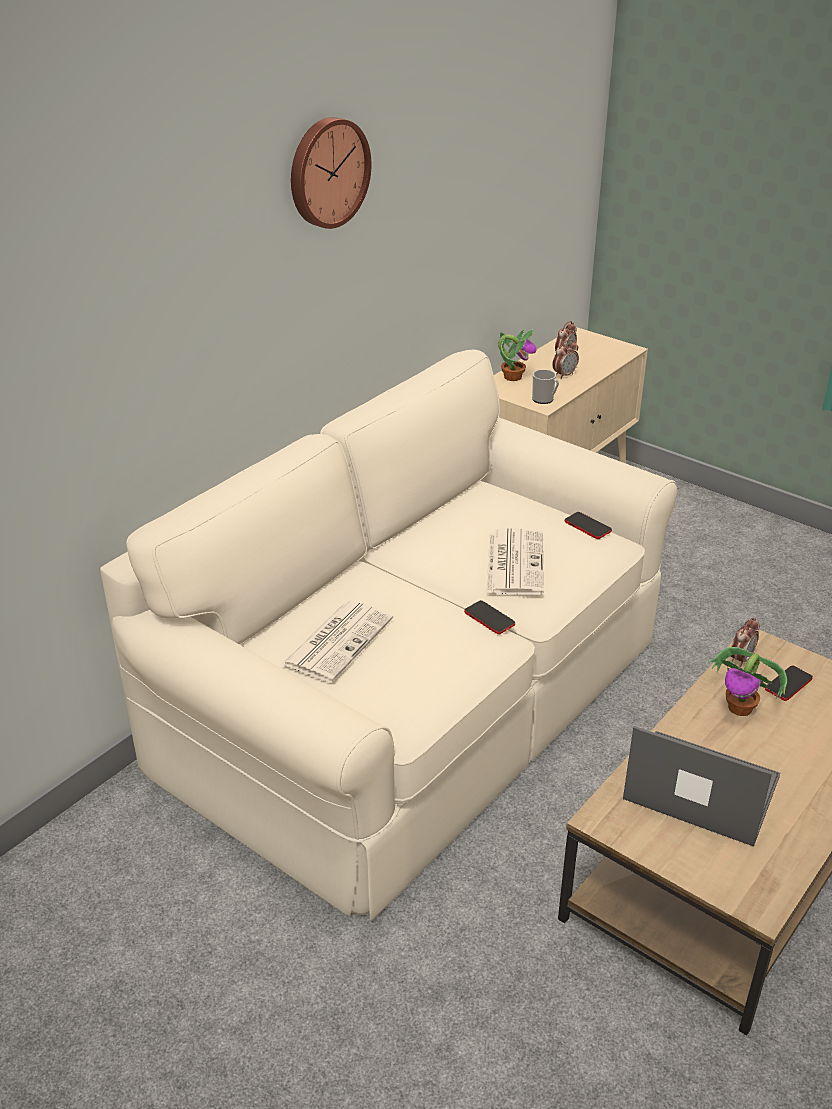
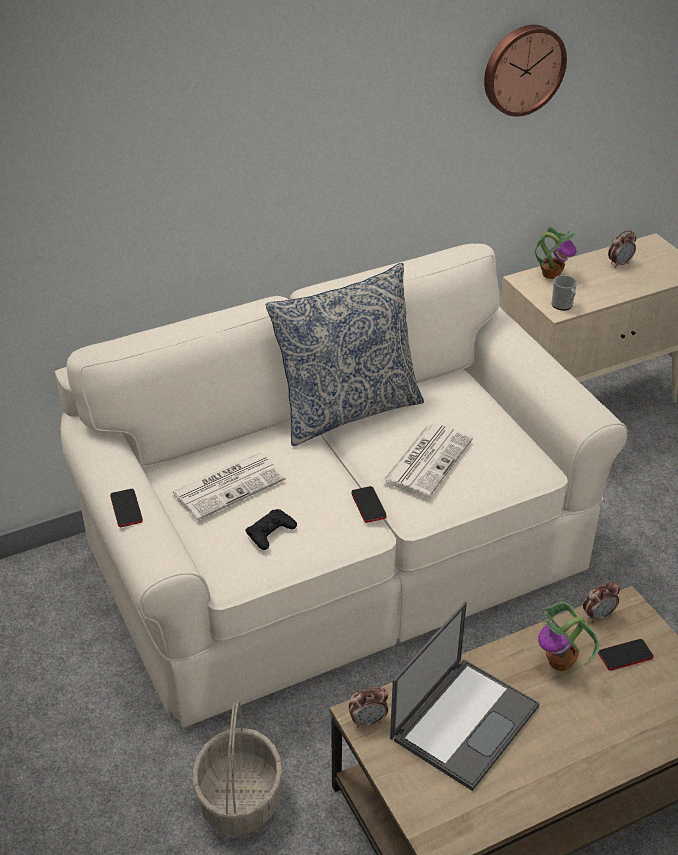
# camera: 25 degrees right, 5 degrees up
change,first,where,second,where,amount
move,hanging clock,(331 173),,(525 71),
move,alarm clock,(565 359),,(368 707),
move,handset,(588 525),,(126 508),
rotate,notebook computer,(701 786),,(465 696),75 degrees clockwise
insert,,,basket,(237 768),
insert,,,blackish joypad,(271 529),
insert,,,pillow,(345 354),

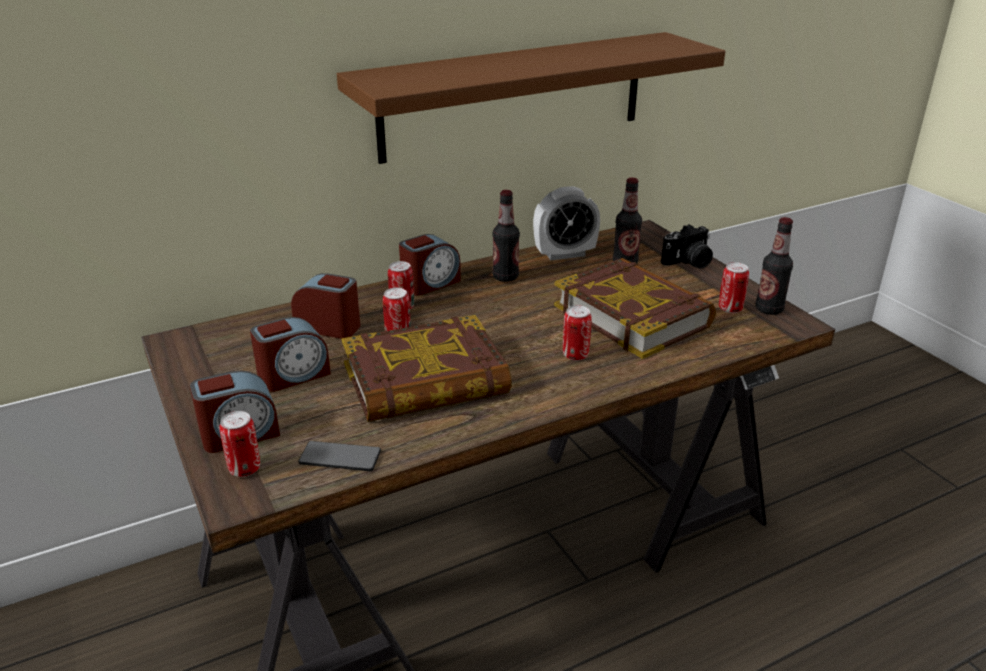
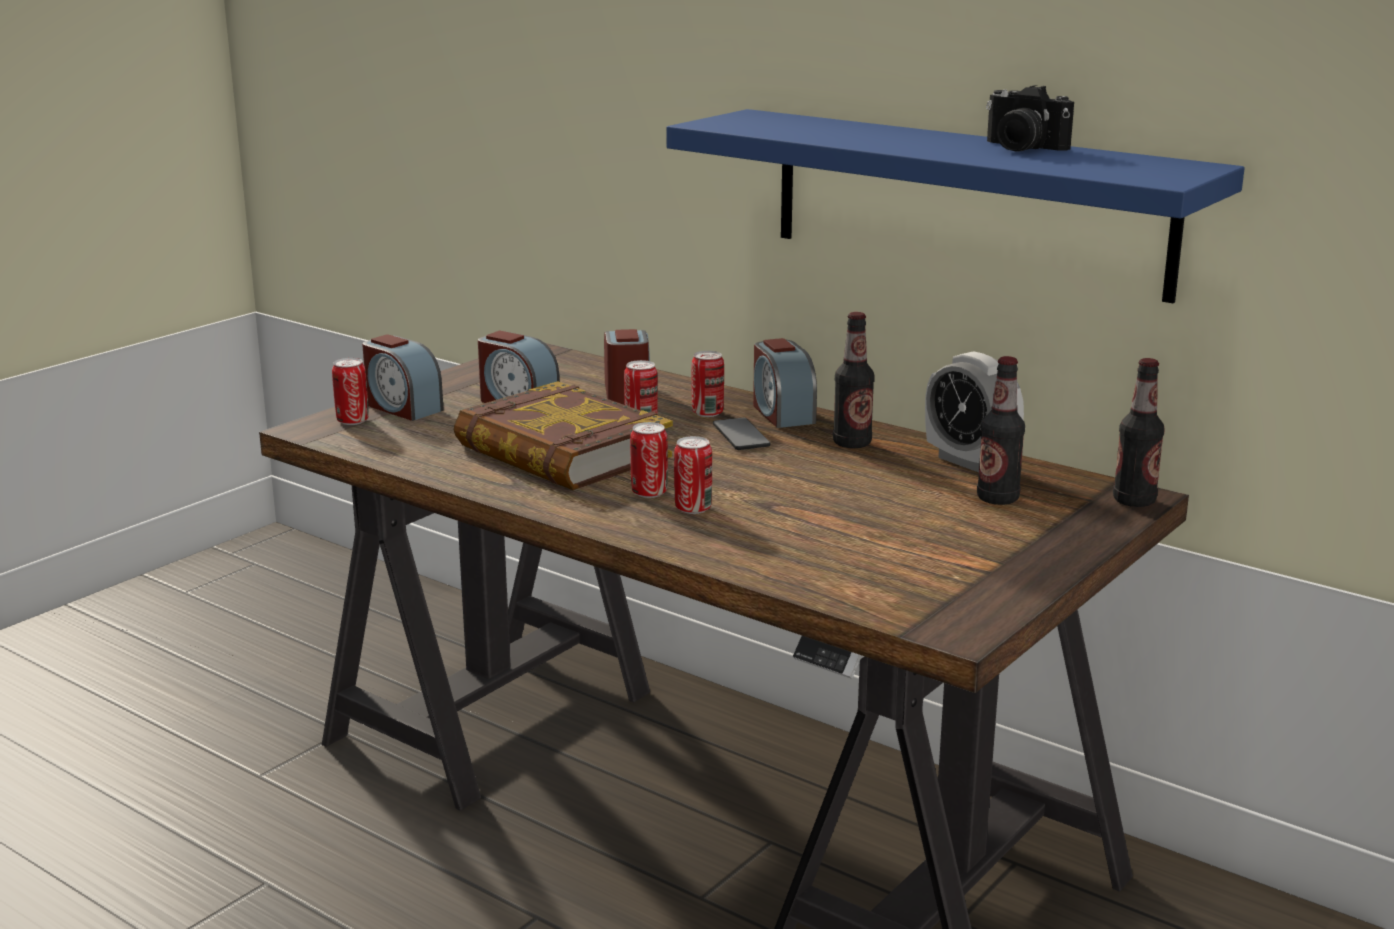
# camera: 65 degrees right, 10 degrees down
change,first,where,second,where,amount
move,handset,(339 456),,(742 434),
recolor,brownish wall shelf,(531 98),blue-coloured wall shelf,(955 206),
rotate,alarm clock,(430 265),,(785 383),45 degrees clockwise
delete,book,(635 308),,,
move,photo camera,(687 246),,(1030 118),
move,metal can,(734 287),,(649 460),
move,bottle,(774 266),,(1139 432),

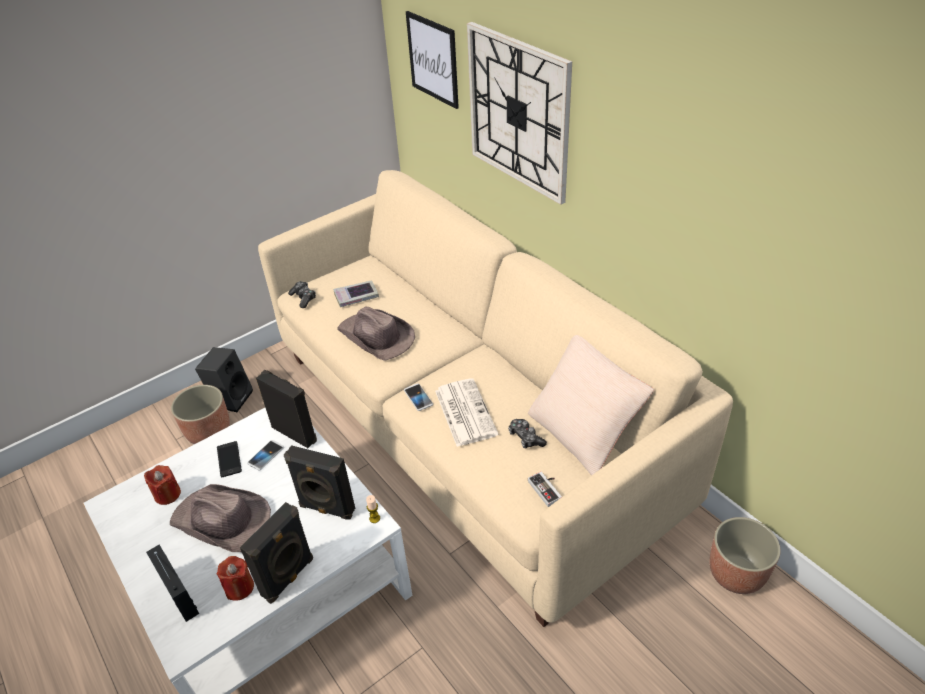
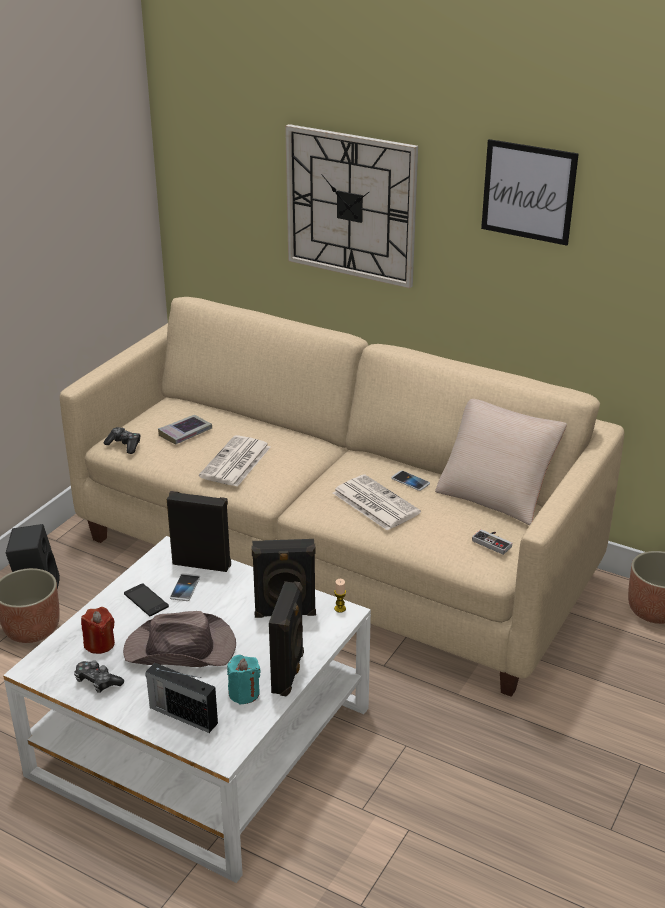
# camera: 25 degrees left, 10 degrees down
change,first,where,second,where,amount
recolor,red wax light,(235 578),blue-green wax light,(244 680),
replace,brownish clothing hat,(376 334),newspaper,(235 461),
move,handset,(418 397),,(410 480),
move,wall art,(432 60),,(530 192),
move,joypad,(527 433),,(99 676),

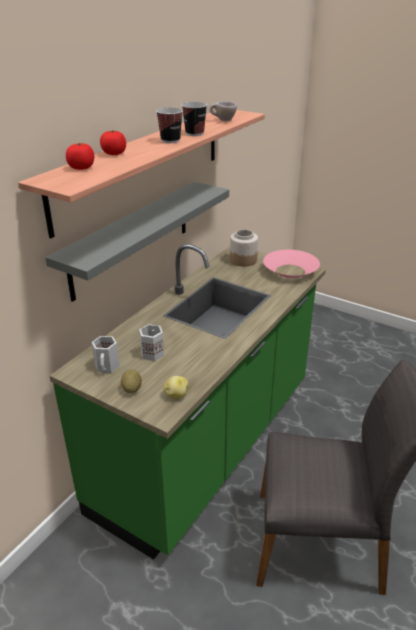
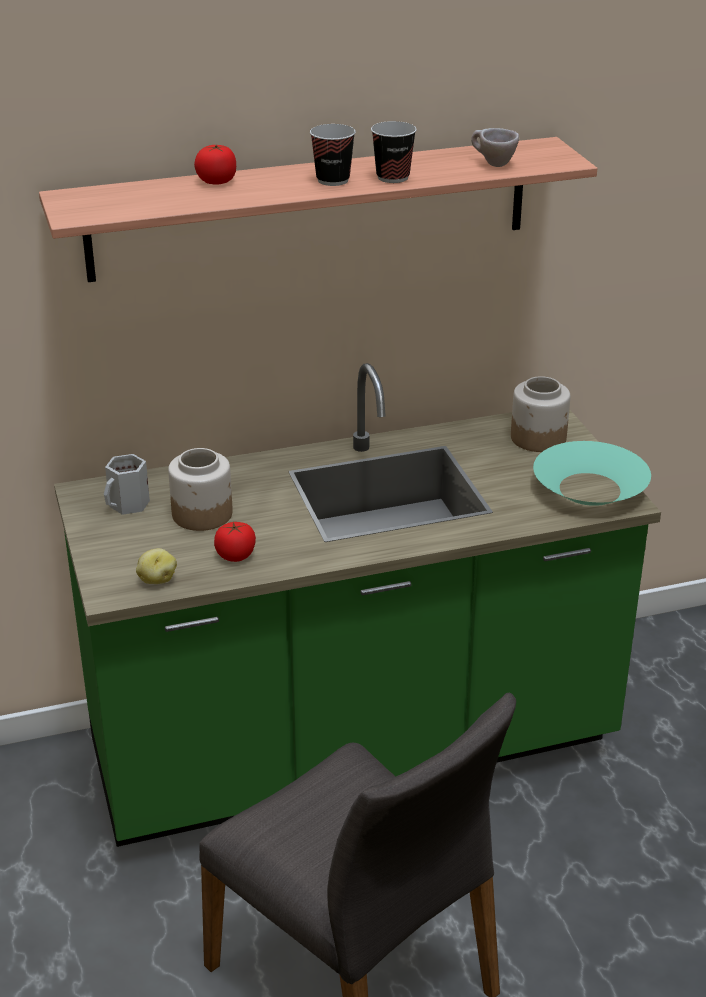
# camera: 40 degrees right, 0 degrees up
change,first,where,second,where,amount
delete,gray wall shelf,(137 242),,,
move,tomato,(80 156),,(235 542),
delete,whole potato,(131 381),,,
replace,white tea mug,(151 342),jar,(200 489),
recolor,pink-coloured serving bowl,(291 264),blue-green serving bowl,(592 473),

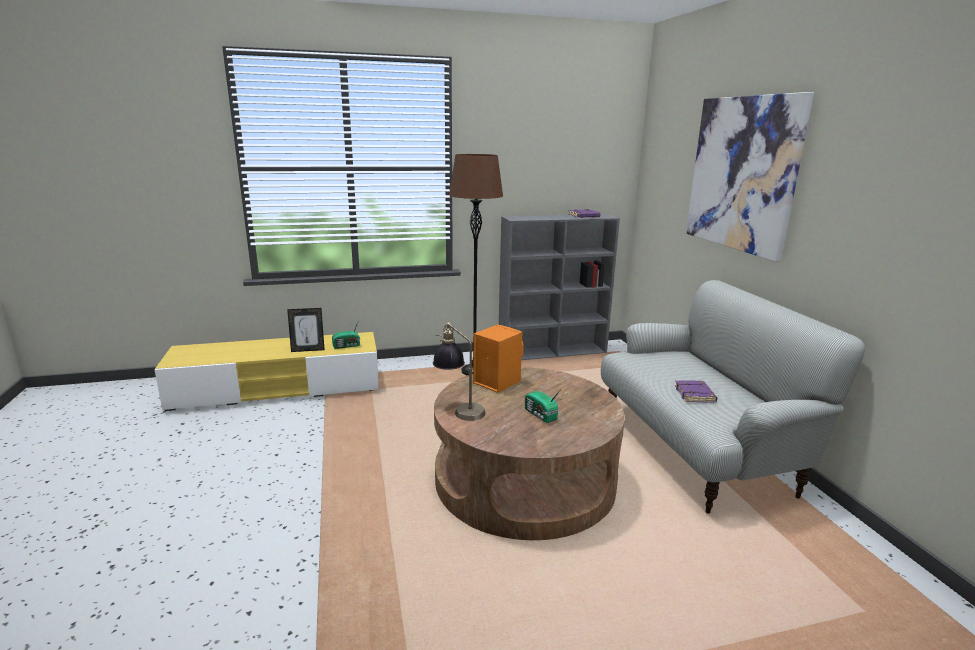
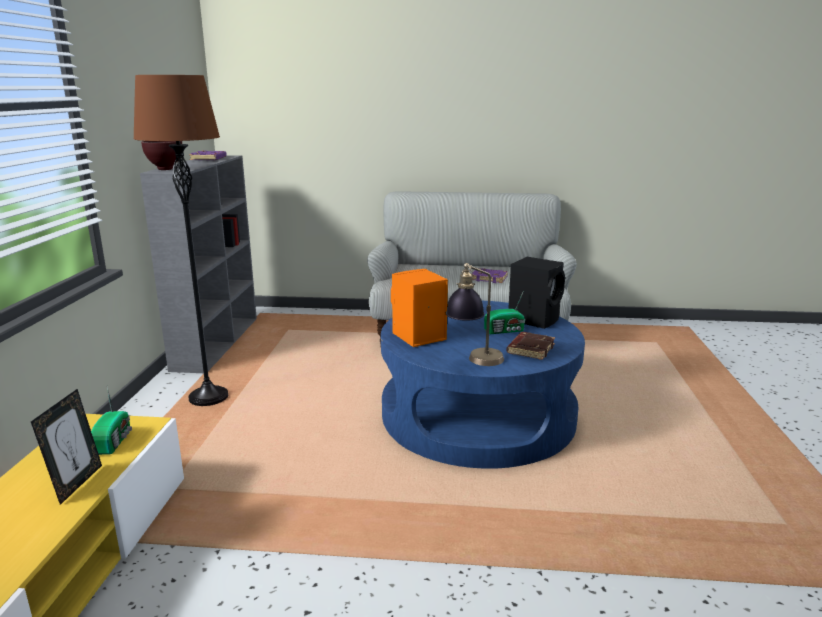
# camera: 70 degrees left, 0 degrees up
change,first,where,second,where,amount
recolor,brownish low table,(529 453),blue-coloured low table,(483 385),
delete,wall art,(750 177),,,
insert,,,brownish serving bowl,(161 155),
insert,,,brownish book,(531 346),
insert,,,blackish speaker,(536 293),

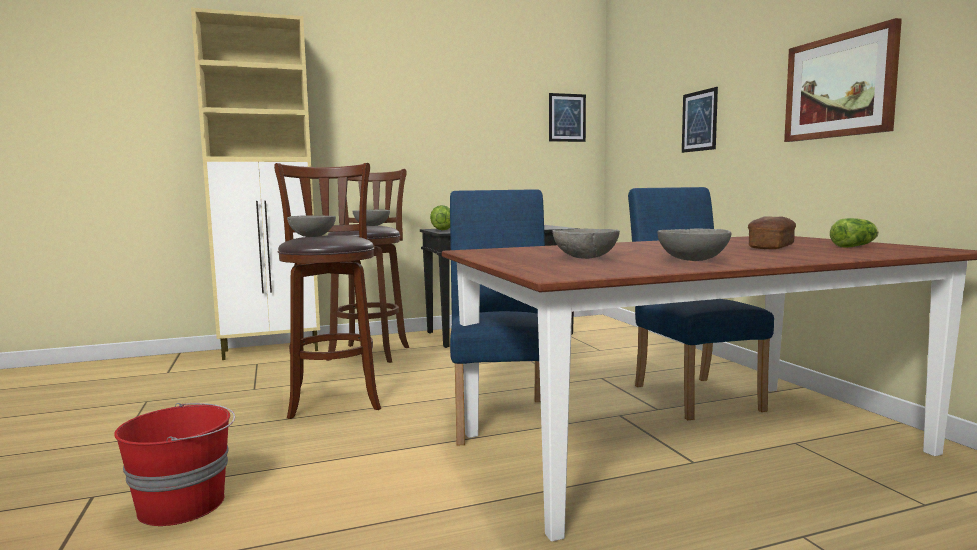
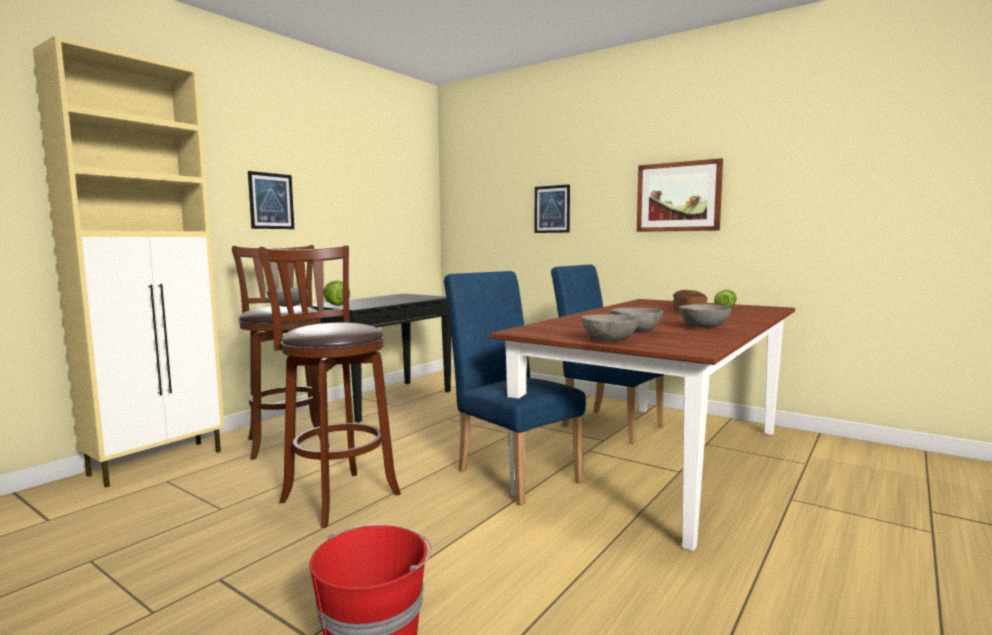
# camera: 35 degrees left, 0 degrees up
change,first,where,second,where,amount
move,gray serving bowl,(311 226),,(610 328),
move,wall art,(567 117),,(271 200),

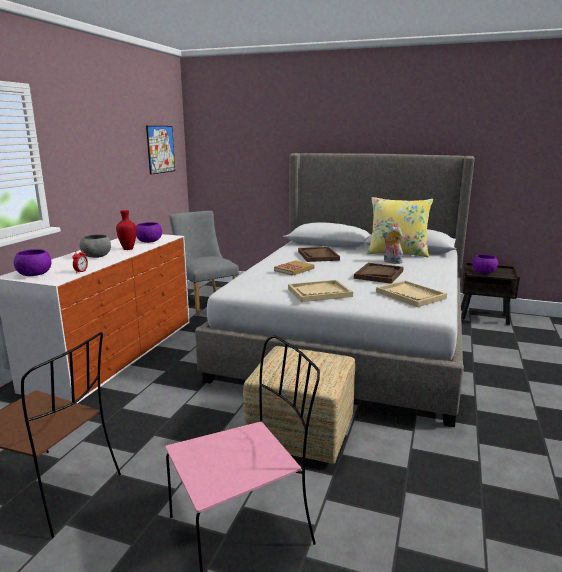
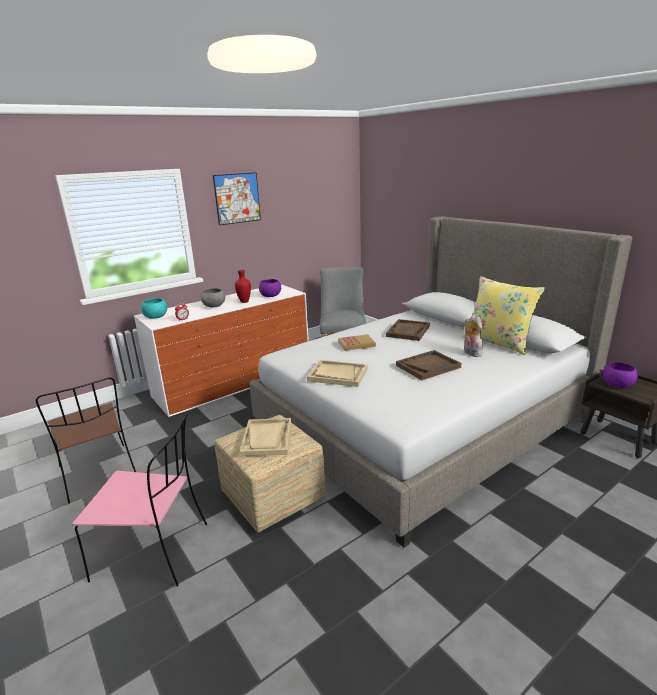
# camera: 35 degrees right, 5 degrees up
change,first,where,second,where,amount
recolor,purple-coloured serving bowl,(32 262),blue-green serving bowl,(154 308),
move,wall art,(160 150),,(237 198),
move,beige serving tray,(411 293),,(265 437),

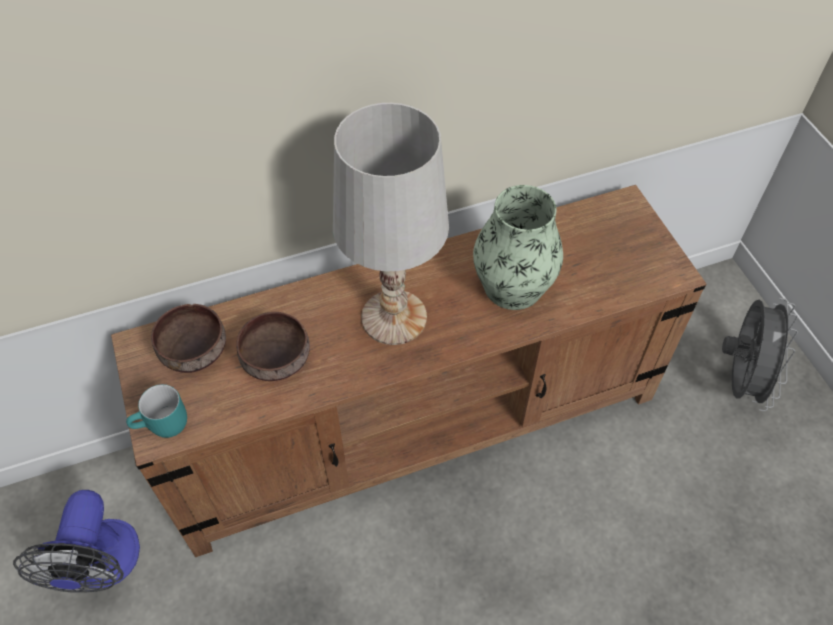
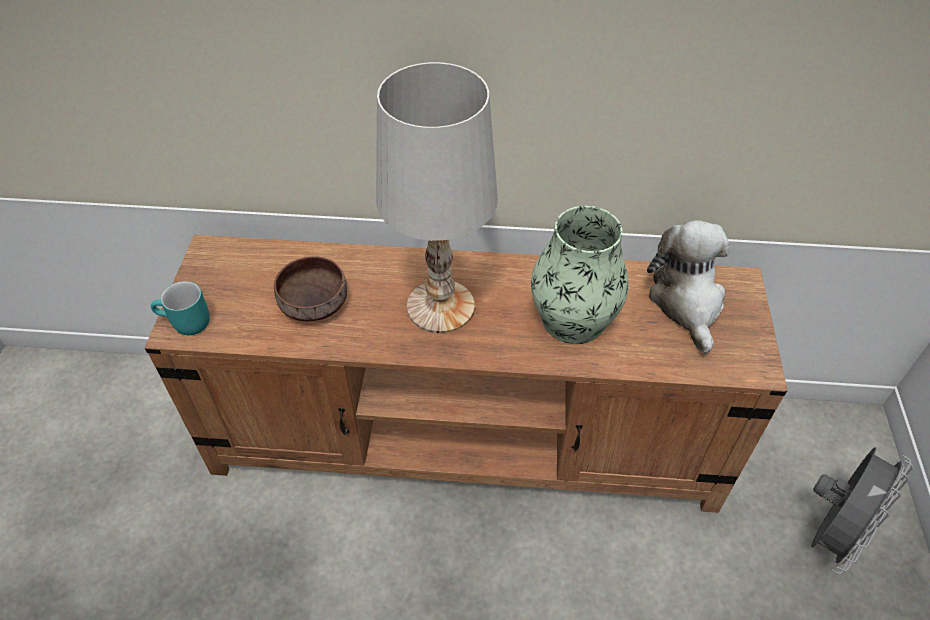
# camera: 25 degrees right, 5 degrees down
change,first,where,second,where,amount
delete,electric fan,(76 541),,,
delete,brownish serving bowl,(188 338),,,
insert,,,cuddly toy,(688 287),

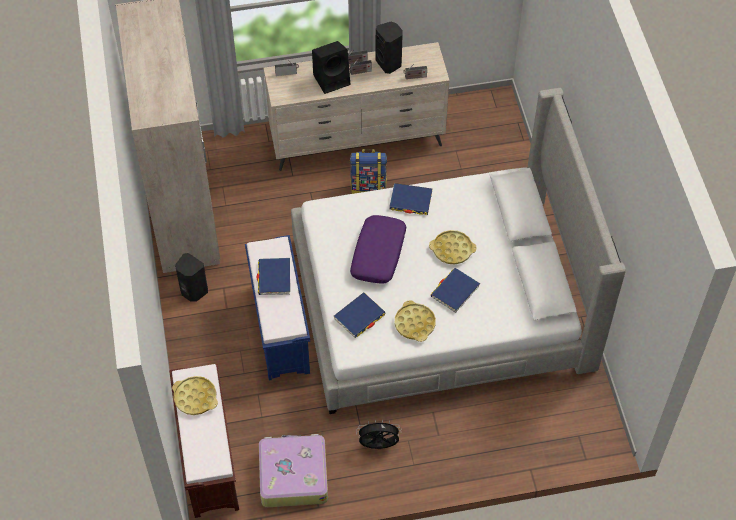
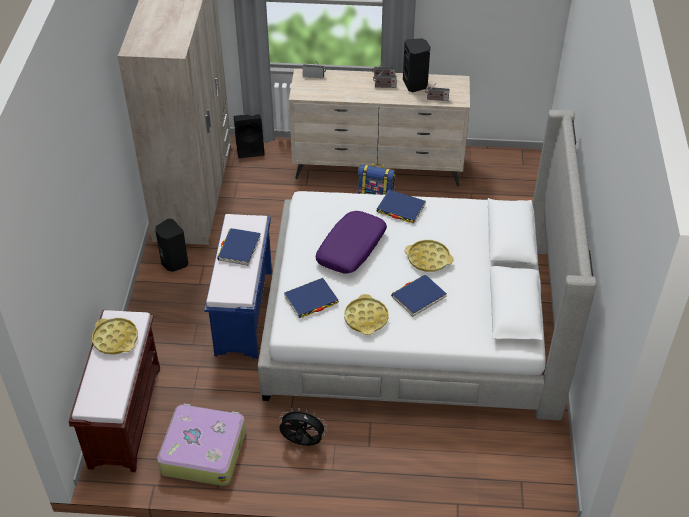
# camera: 15 degrees right, 10 degrees down
change,first,where,second,where,amount
move,blackish speaker,(331 67),,(249 136),

